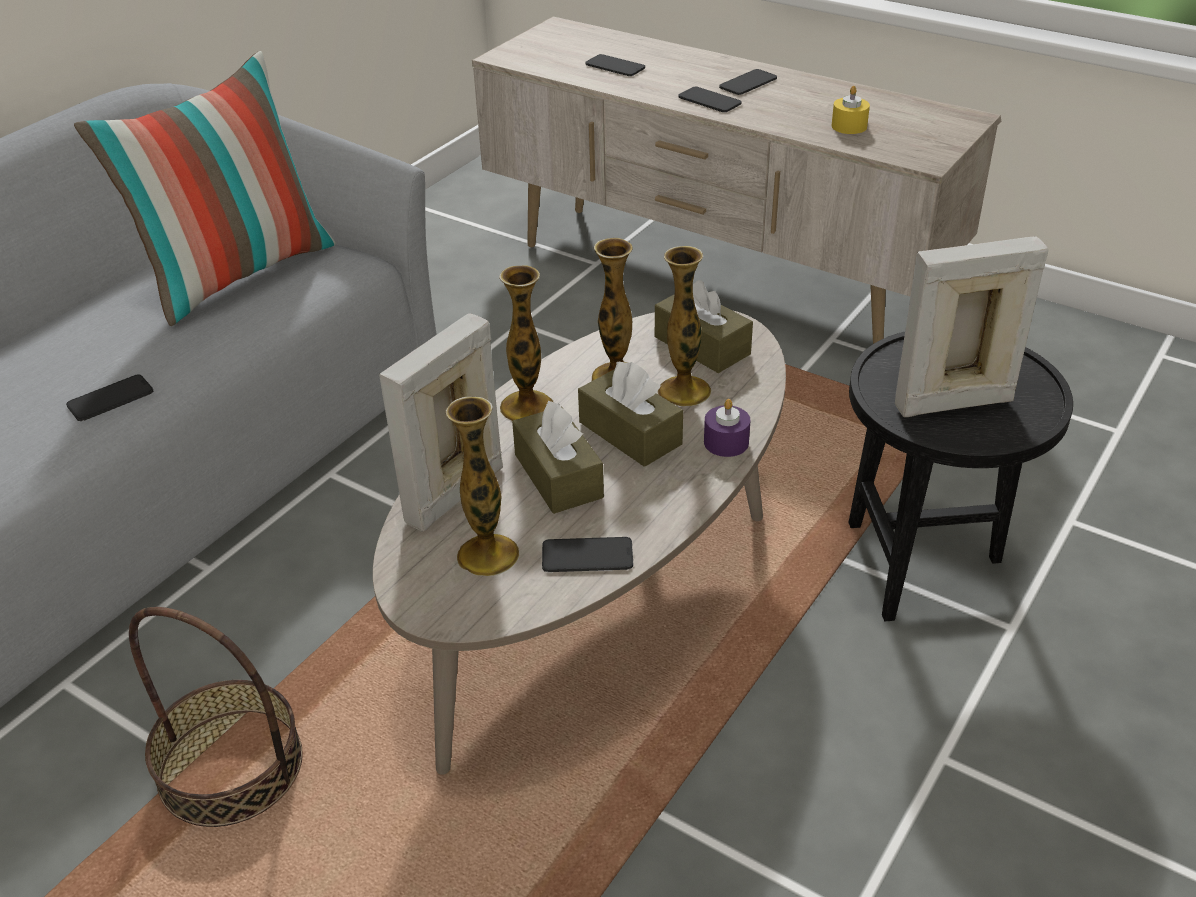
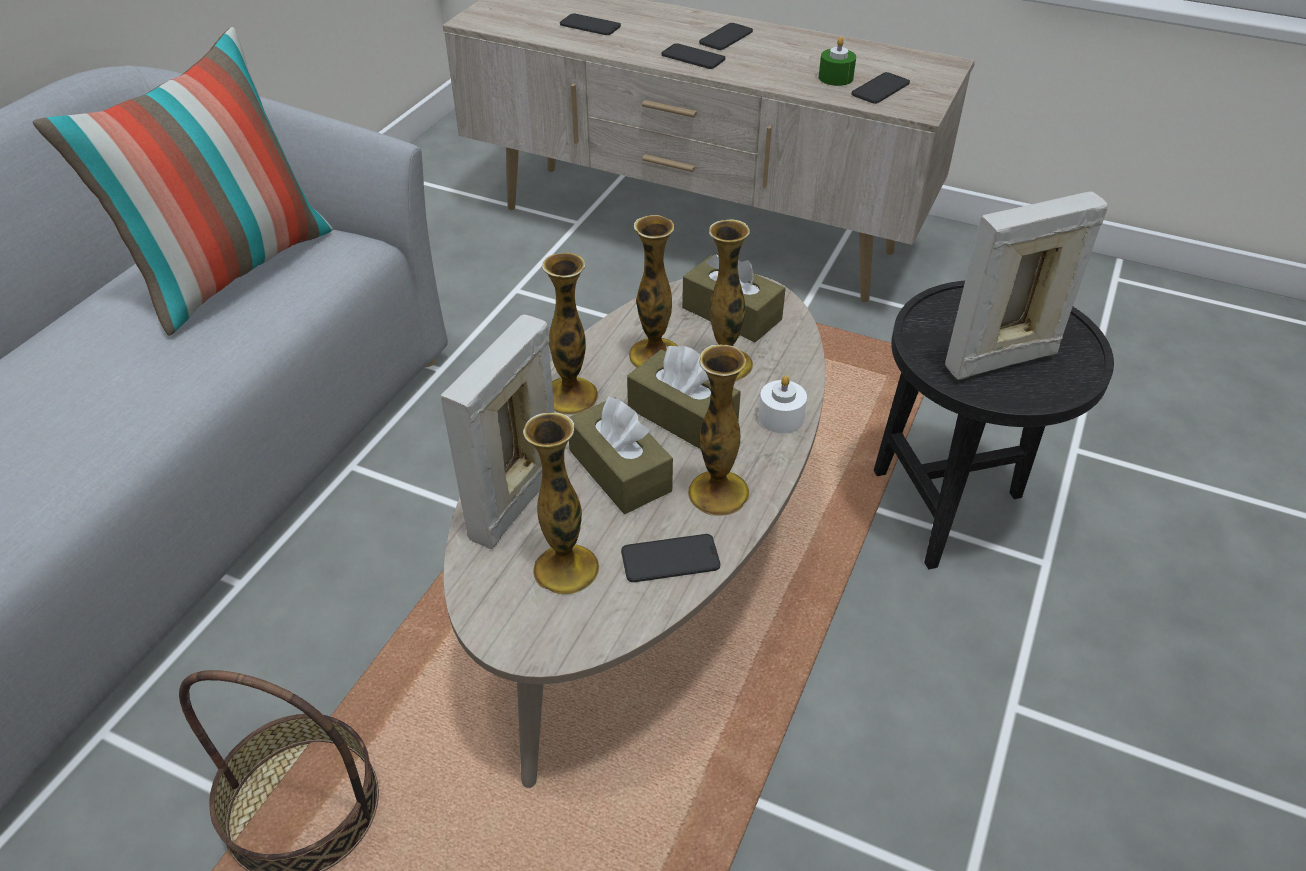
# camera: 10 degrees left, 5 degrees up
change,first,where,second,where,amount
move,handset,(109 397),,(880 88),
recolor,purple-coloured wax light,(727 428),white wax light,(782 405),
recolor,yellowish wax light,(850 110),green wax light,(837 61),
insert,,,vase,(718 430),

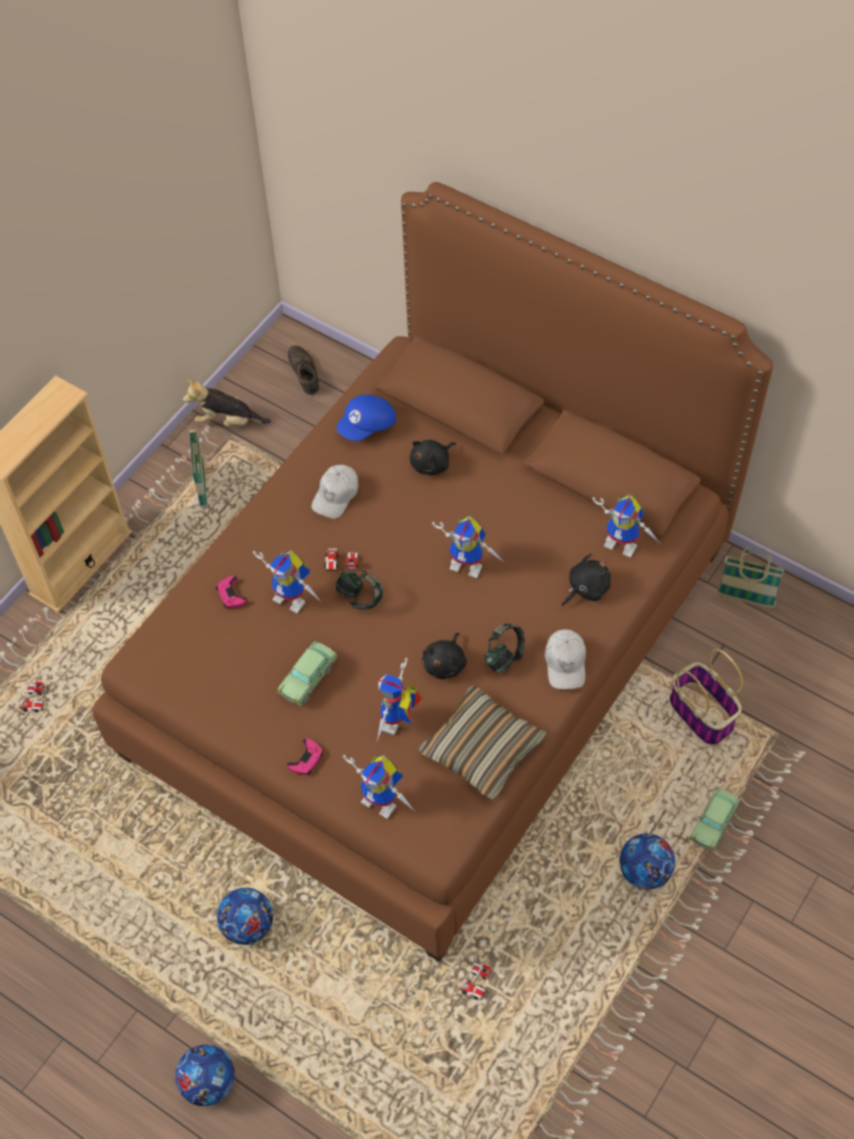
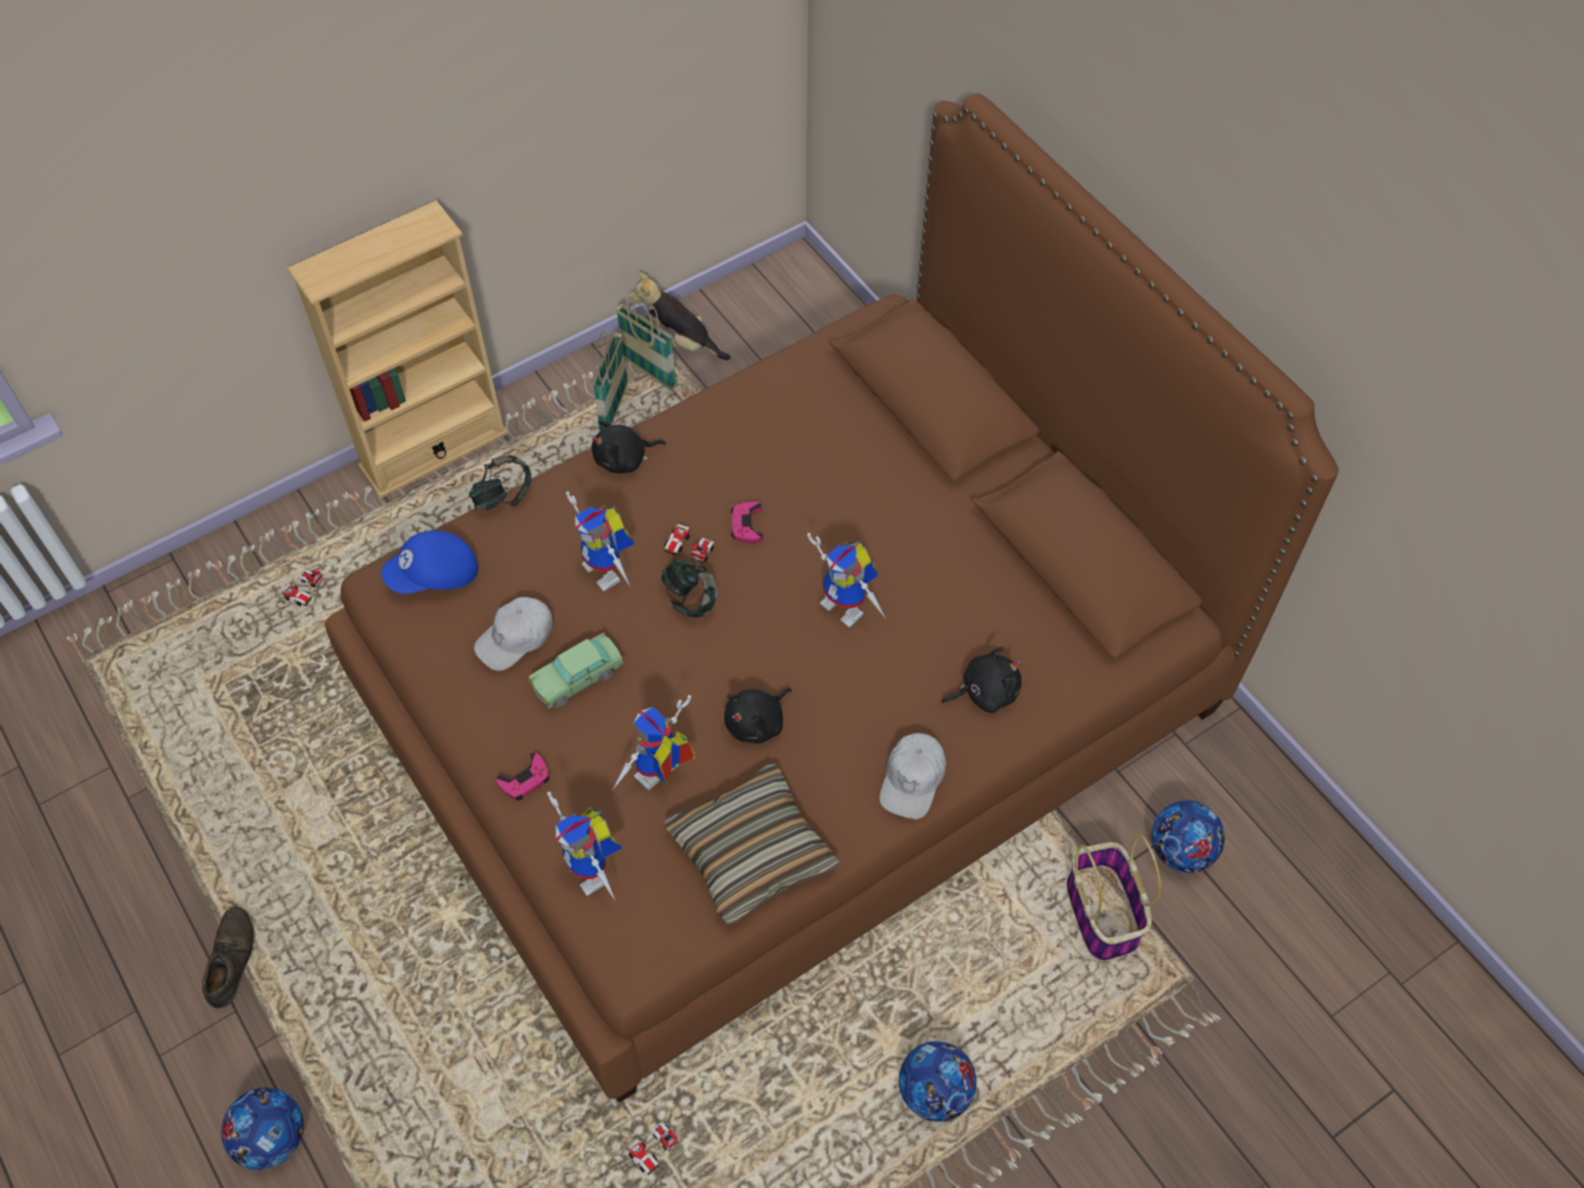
# camera: 20 degrees right, 0 degrees up
change,first,where,second,where,amount
move,pink-coloured joypad,(231 592),,(747 522),
move,ball for football,(245 916),,(1188 836),
move,brownish low shoe,(303 370),,(228 957),
move,white baseball cap,(334 492),,(513 634),
move,blue-coloured baseball cap,(366 418),,(429 562),
move,blackish cuddly toy,(433 457),,(629 446),
move,headphones,(504 648),,(500 482),
delete,robot figure,(626 526),,,
delete,miniature car,(714 819),,,
move,basket,(751 577),,(647 342),

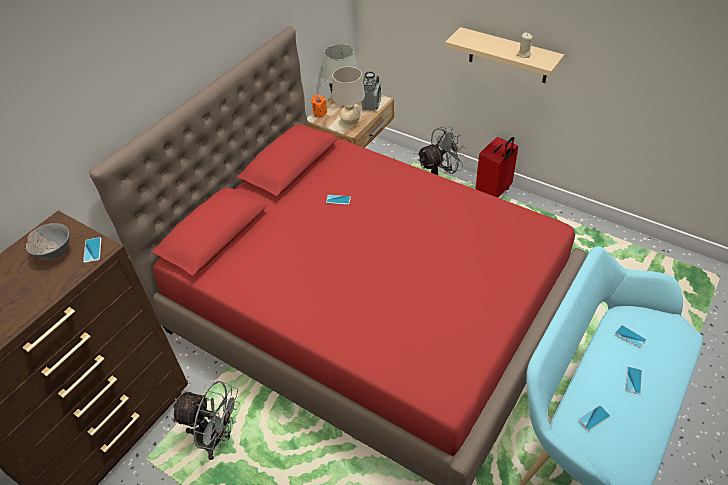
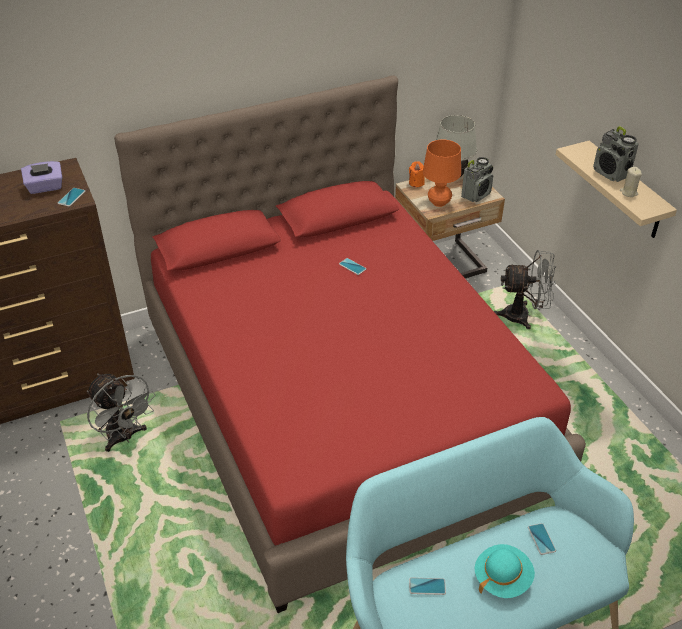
# camera: 30 degrees right, 5 degrees down
change,first,where,second,where,amount
replace,gray serving bowl,(47 241),purple-coloured tissue holder,(41 177),
recolor,beige tabletop lamp,(348 96),orange tabletop lamp,(442 173),
delete,red travel case,(497 167),,,
replace,handset,(633 380),blue-green clothing hat,(505 571),
insert,,,radio set,(616 154),

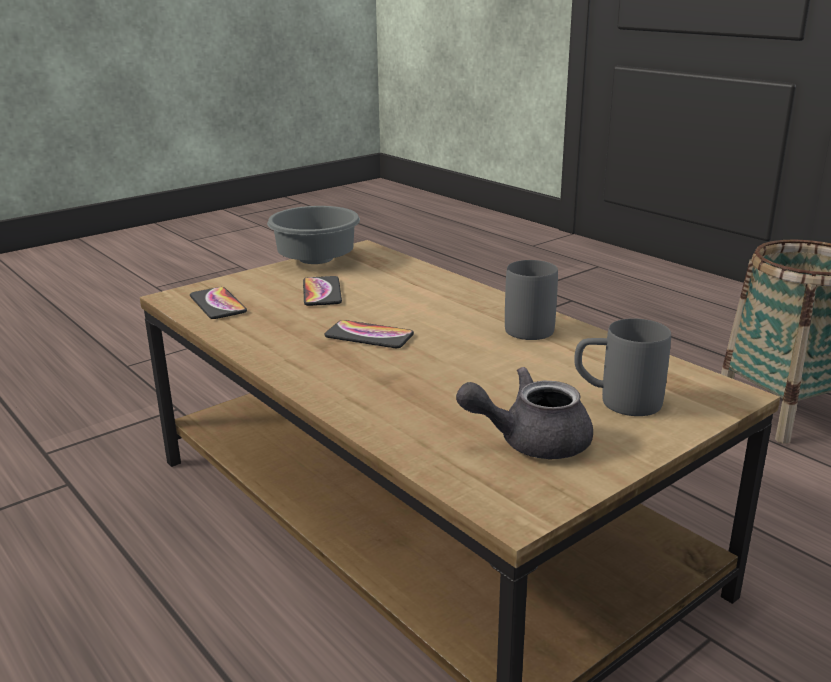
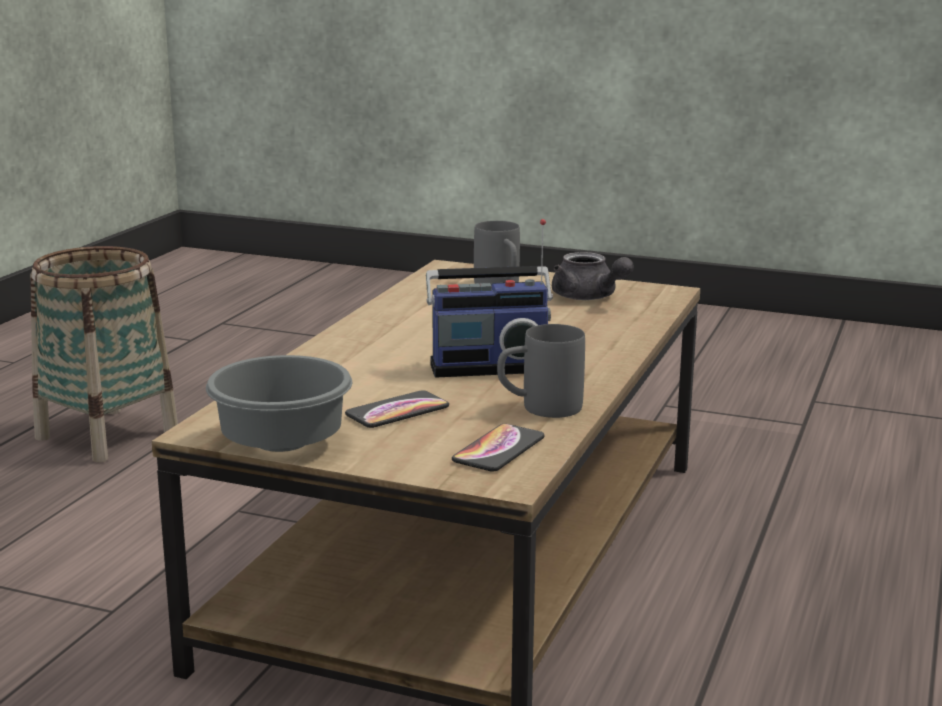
# camera: 120 degrees left, 5 degrees down
change,first,where,second,where,amount
replace,handset,(369 334),radio set,(489 298),
move,gray tea mug,(531 300),,(541 371),

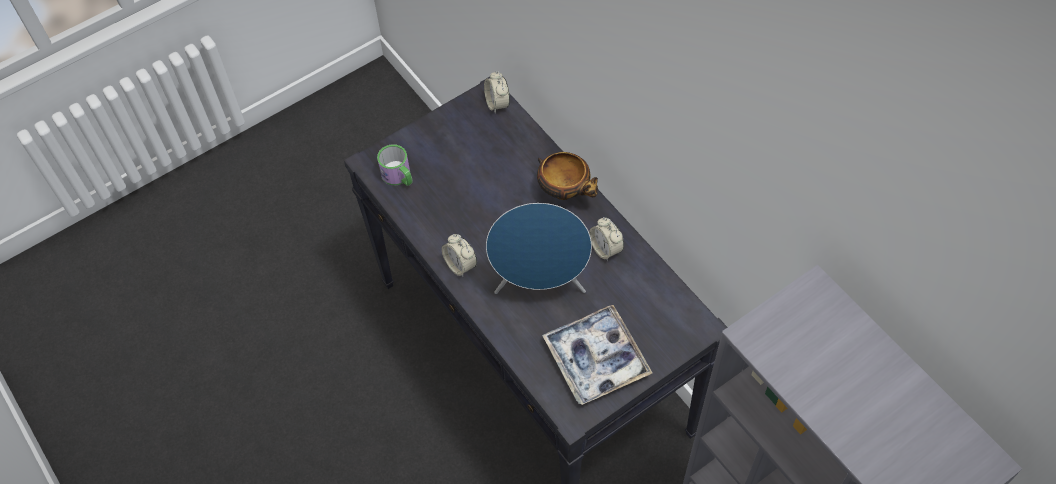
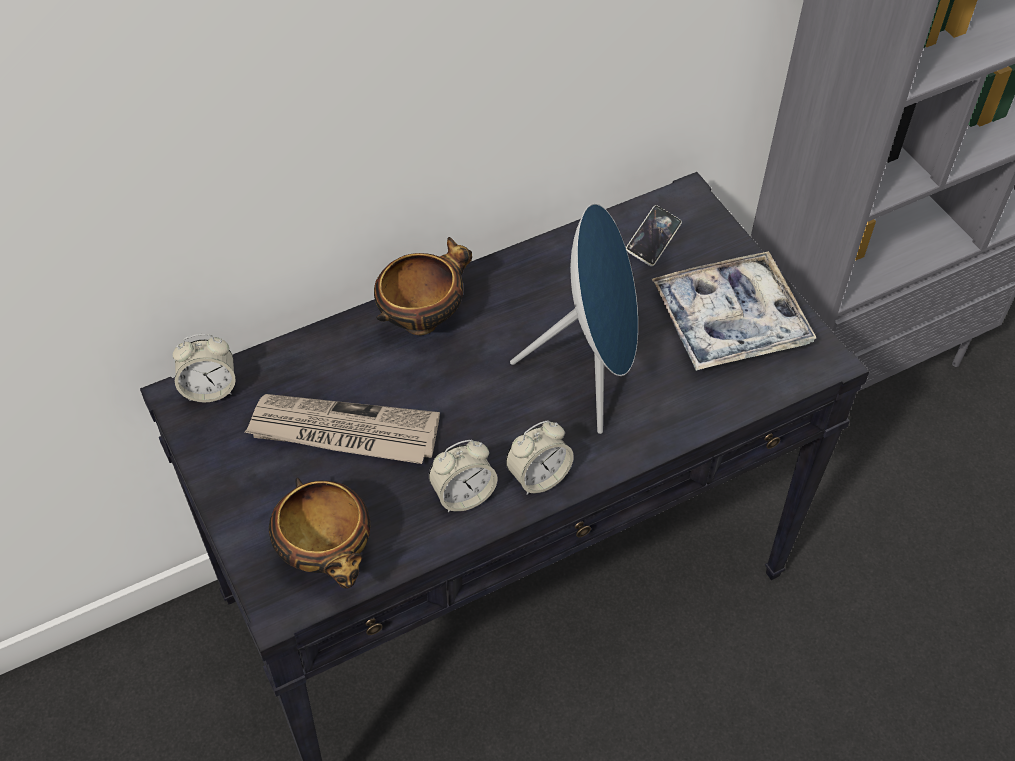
# camera: 85 degrees left, 5 degrees down
change,first,where,second,where,amount
replace,tea mug,(395 165),serving bowl,(319 533),
move,alarm clock,(606 239),,(463 476),
insert,,,newspaper,(342 429),
insert,,,handset,(654 235),

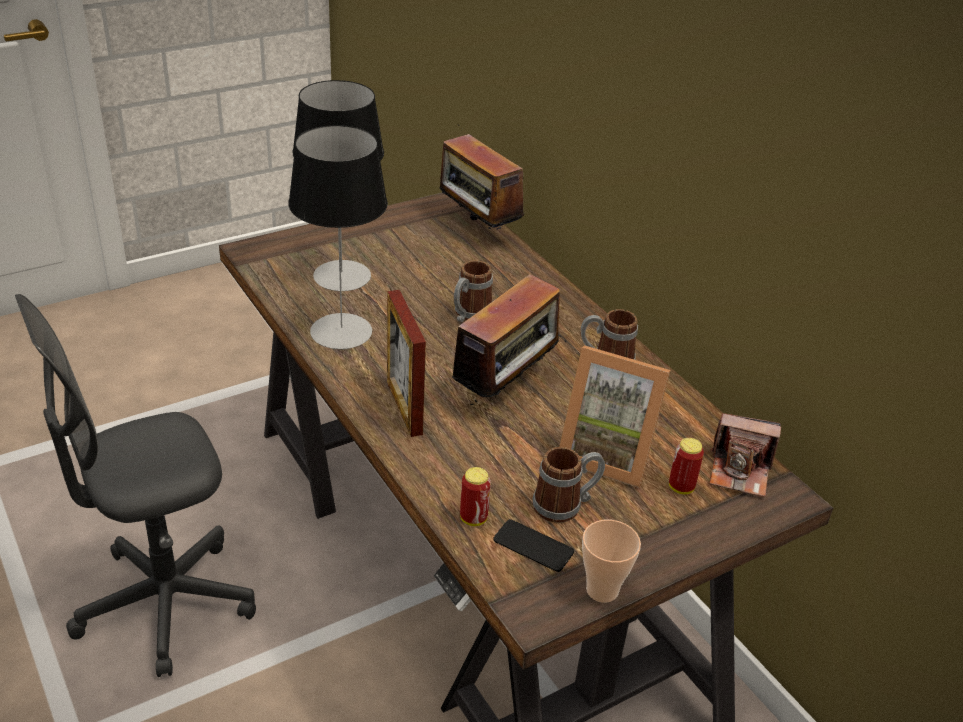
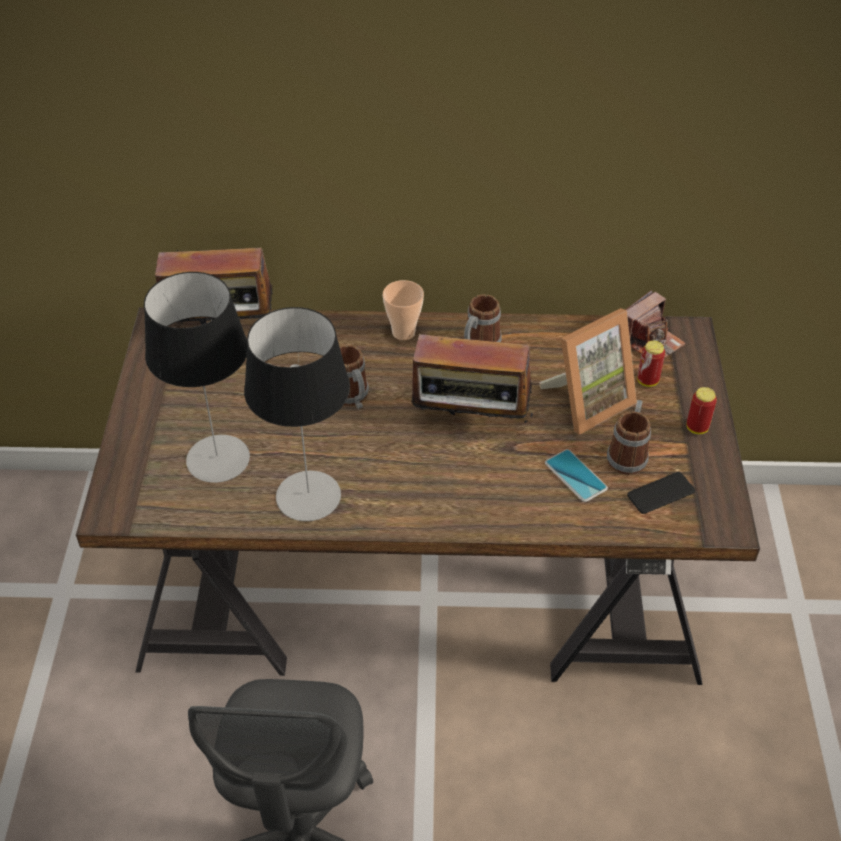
# camera: 55 degrees left, 10 degrees up
change,first,where,second,where,amount
delete,picture frame,(406 363),,,
rotate,radio set,(504 341),,(472 383),120 degrees clockwise
move,metal can,(475 496),,(701 410),
move,small cup,(611 561),,(403 310),
insert,,,handset,(576 475),

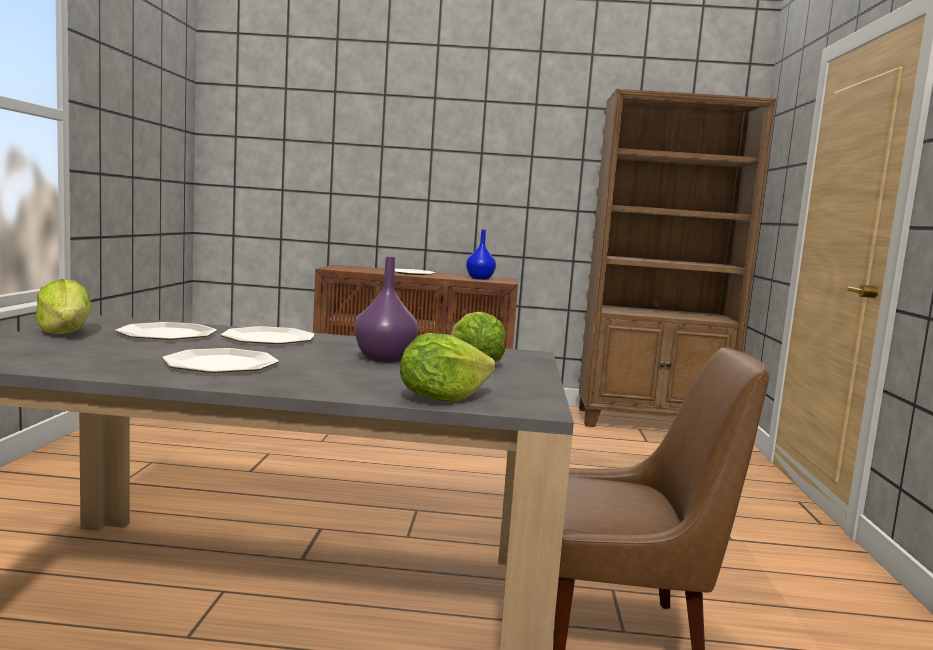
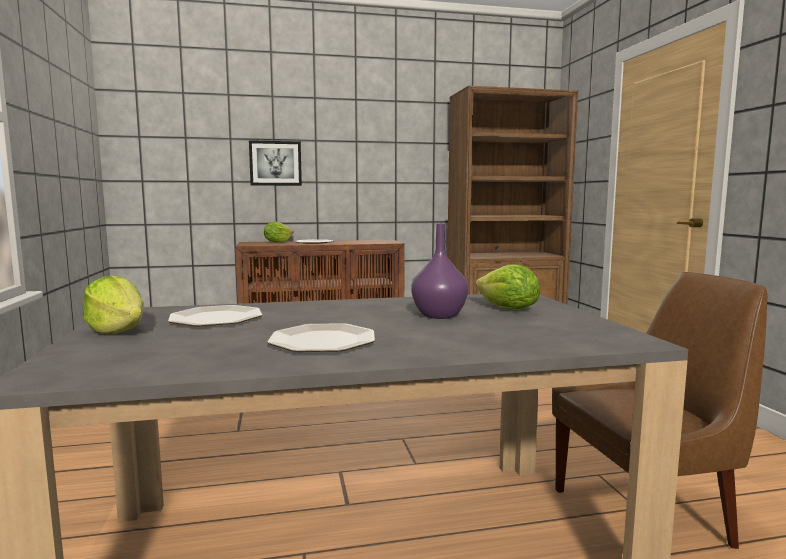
# camera: 15 degrees left, 0 degrees up
change,first,where,second,where,amount
delete,flat dish,(268 335),,,
move,lettuce,(447 367),,(279 232),
delete,blue-coloured vase,(481 255),,,
insert,,,wall art,(275 163),

